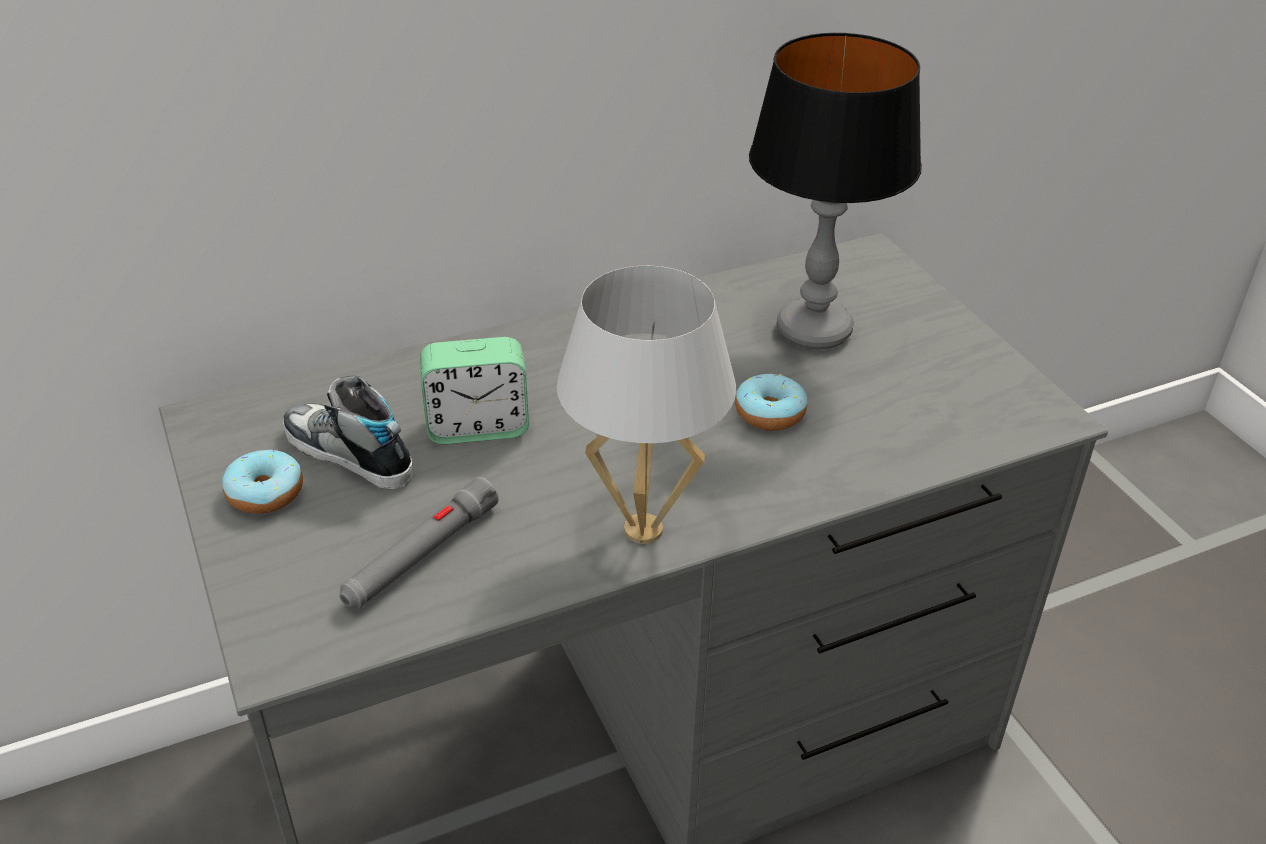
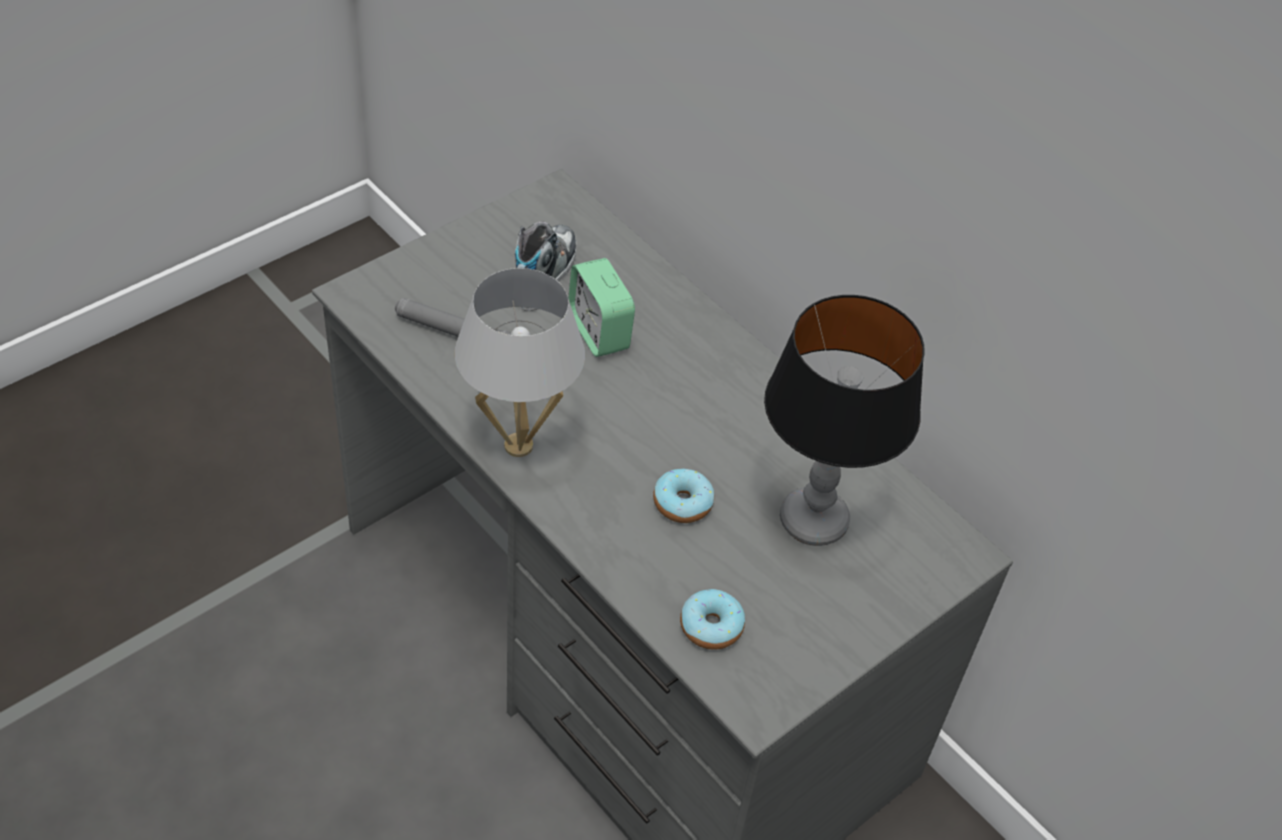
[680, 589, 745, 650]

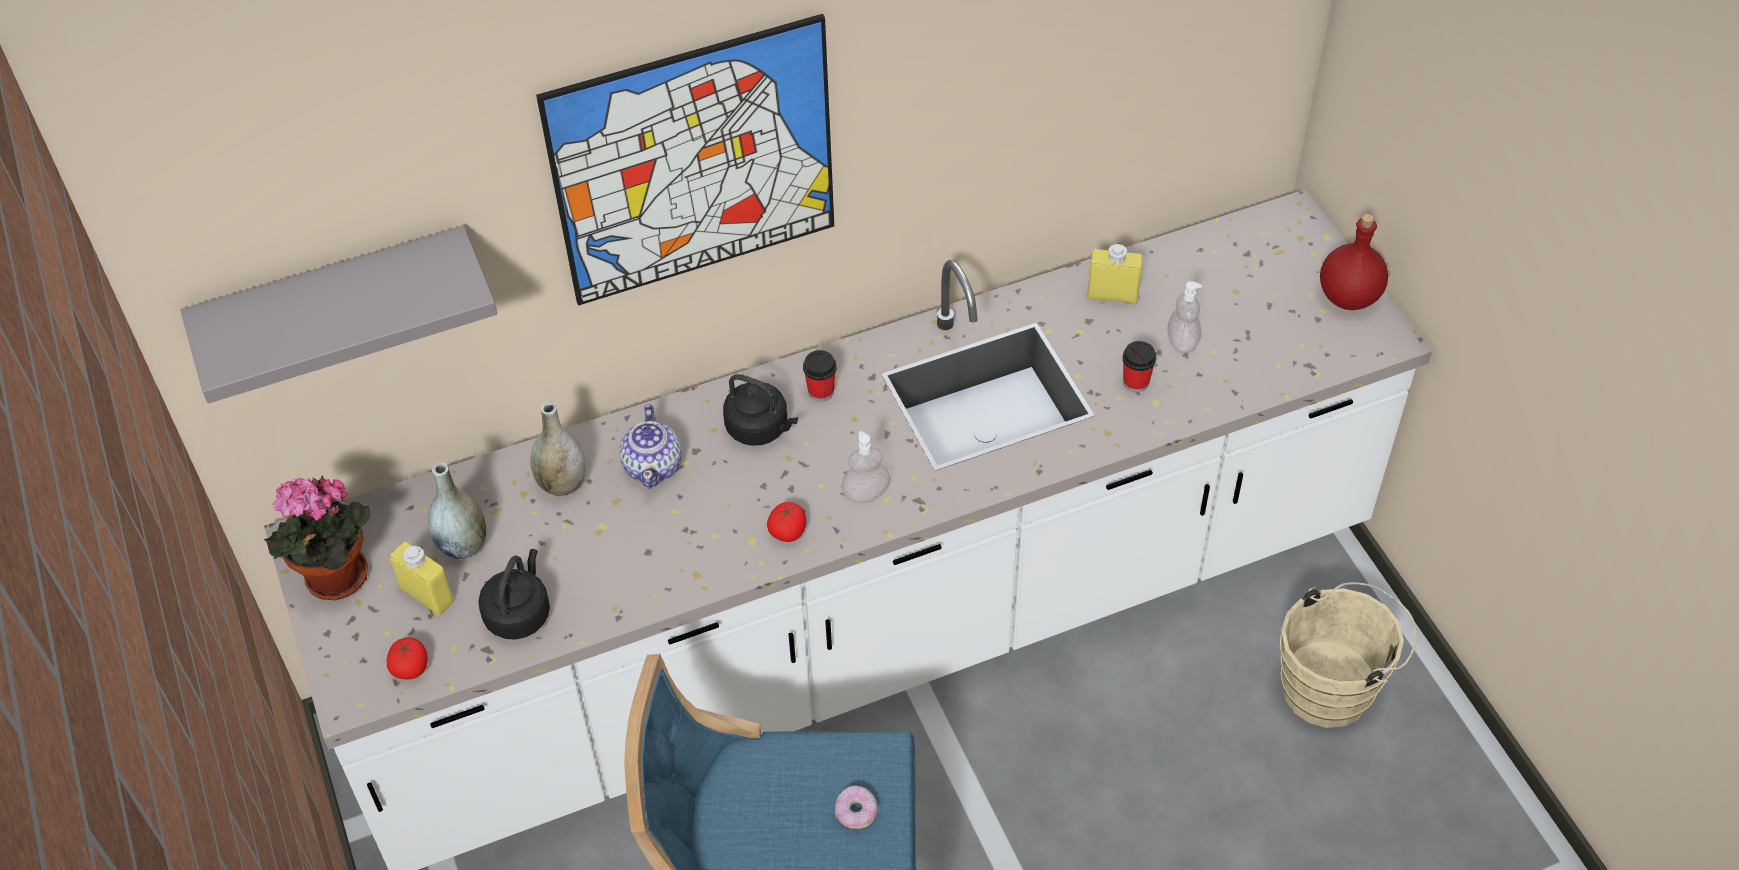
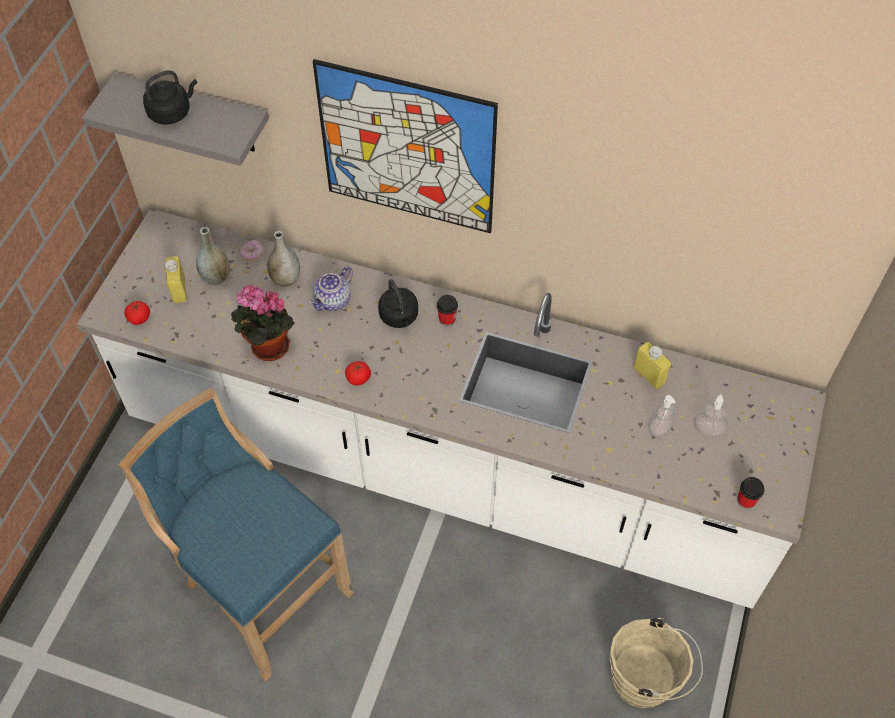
[231, 284, 294, 361]
[143, 70, 197, 125]
[240, 240, 263, 262]
[694, 394, 727, 436]
[737, 477, 764, 509]
[1320, 214, 1388, 310] (first image)

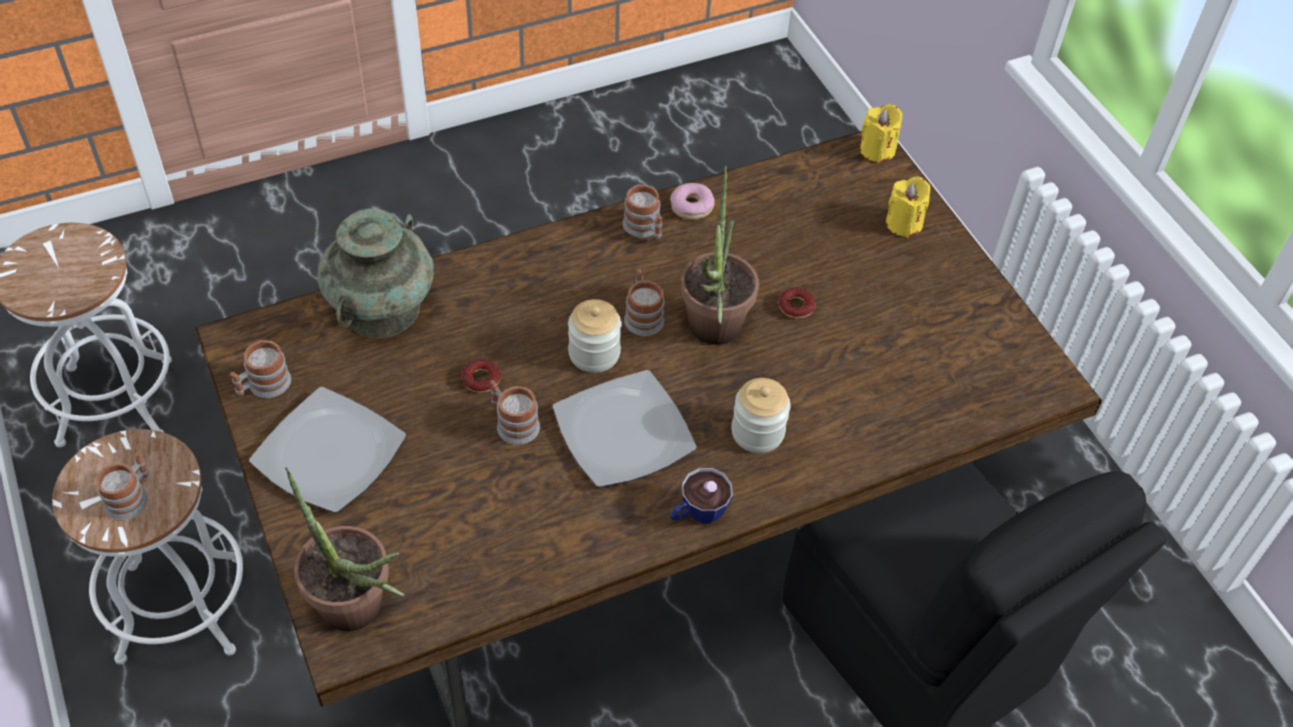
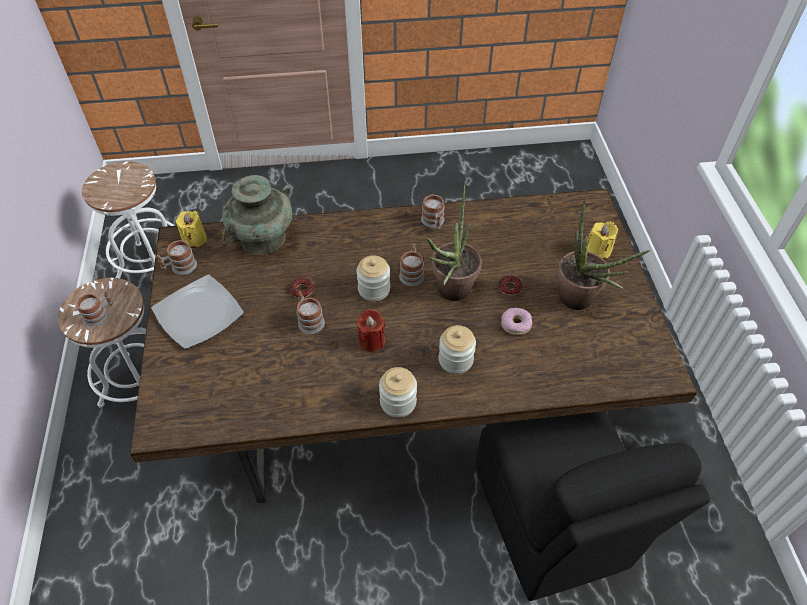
[557, 199, 650, 310]
[357, 309, 385, 352]
[501, 307, 532, 335]
[379, 367, 417, 418]
[176, 211, 207, 248]

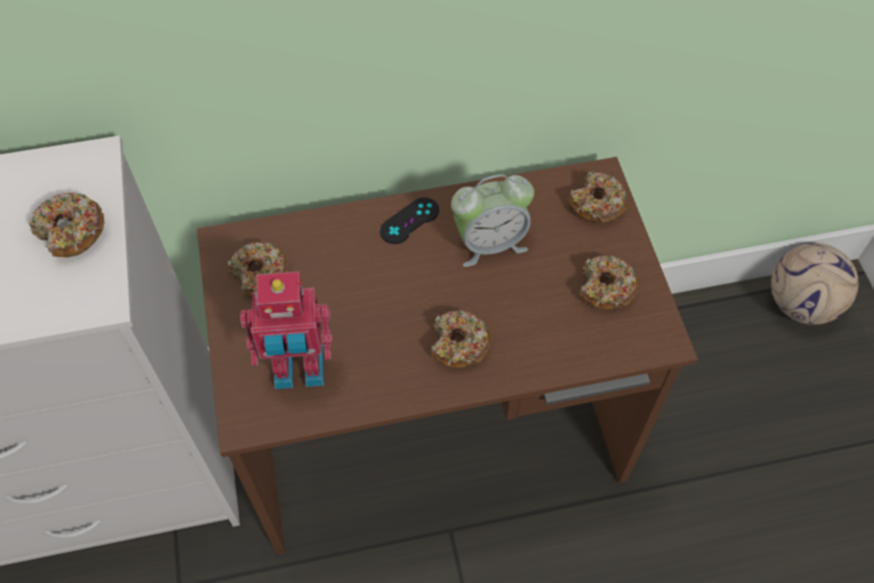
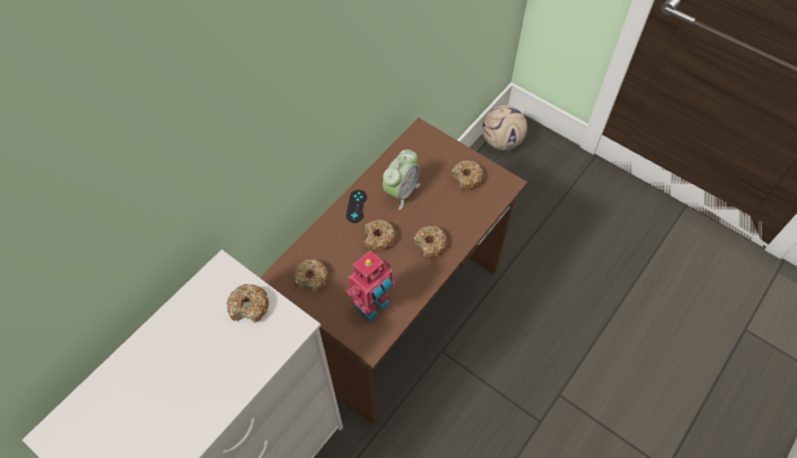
[364, 220, 396, 250]

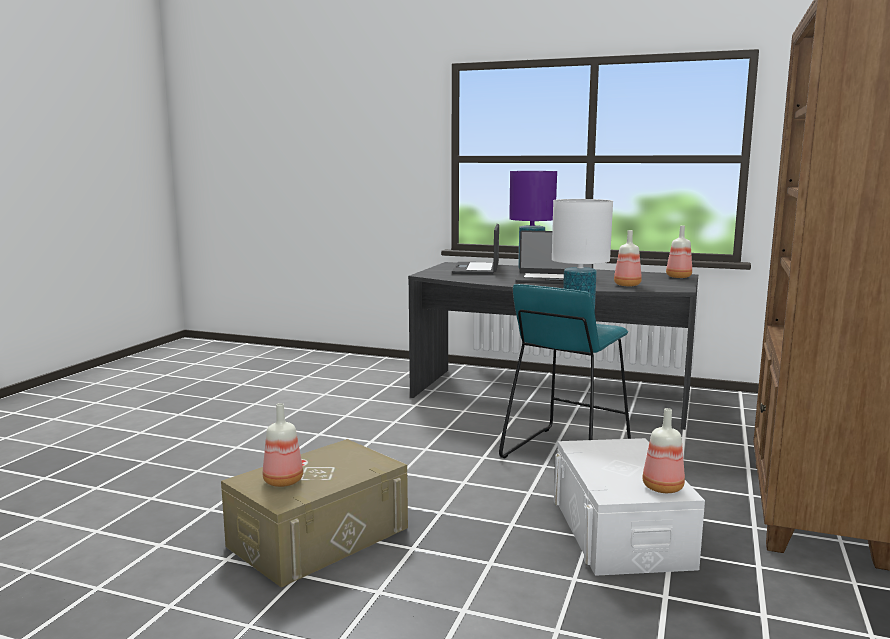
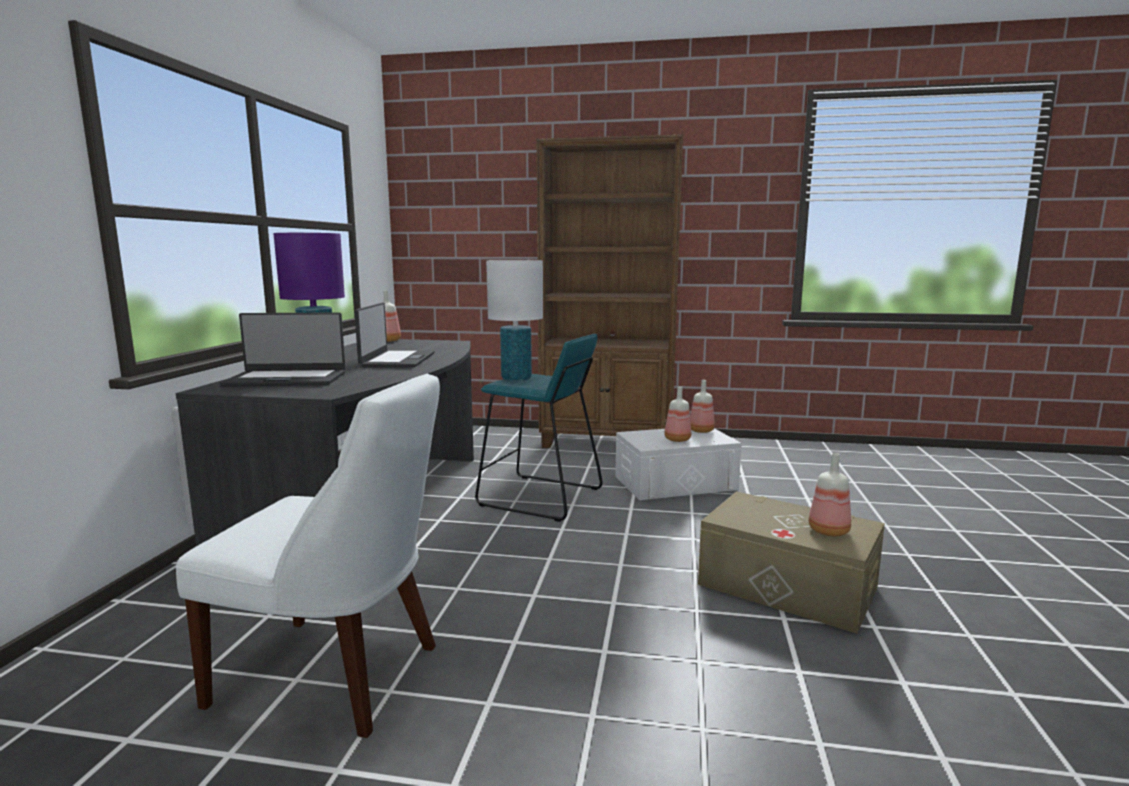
[664, 386, 691, 442]
[176, 374, 440, 738]

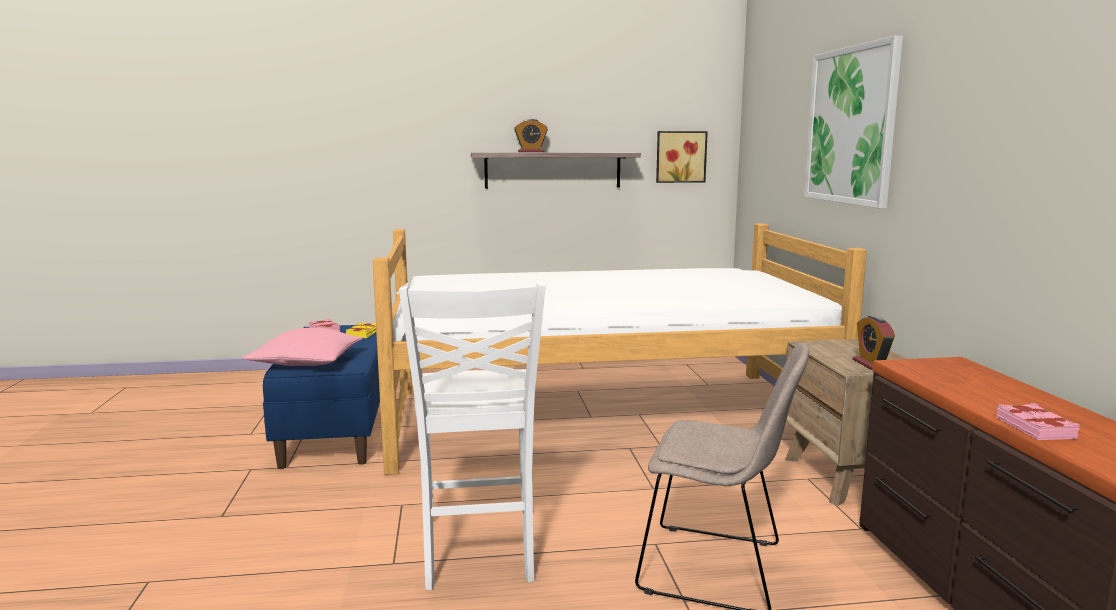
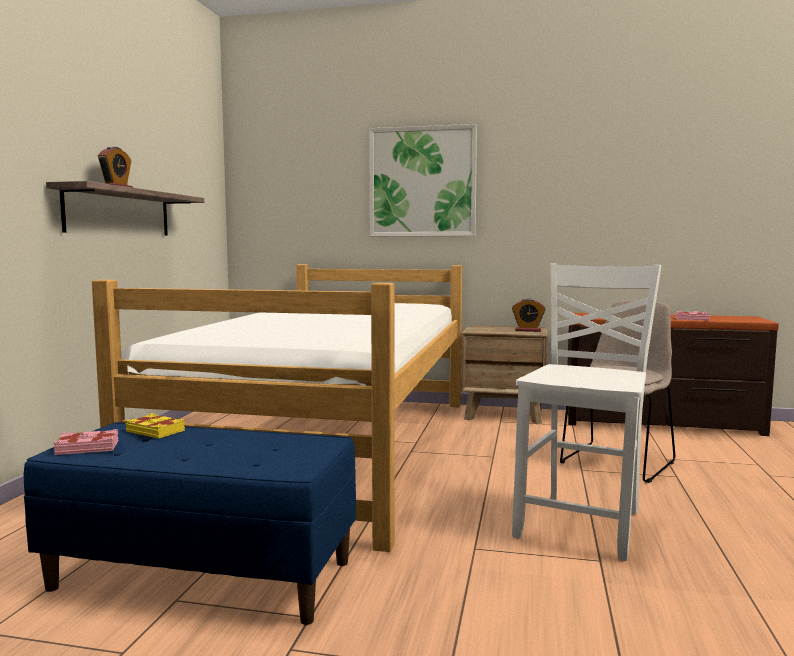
[242, 328, 363, 366] (first image)
[512, 263, 661, 561]
[656, 131, 708, 183] (first image)

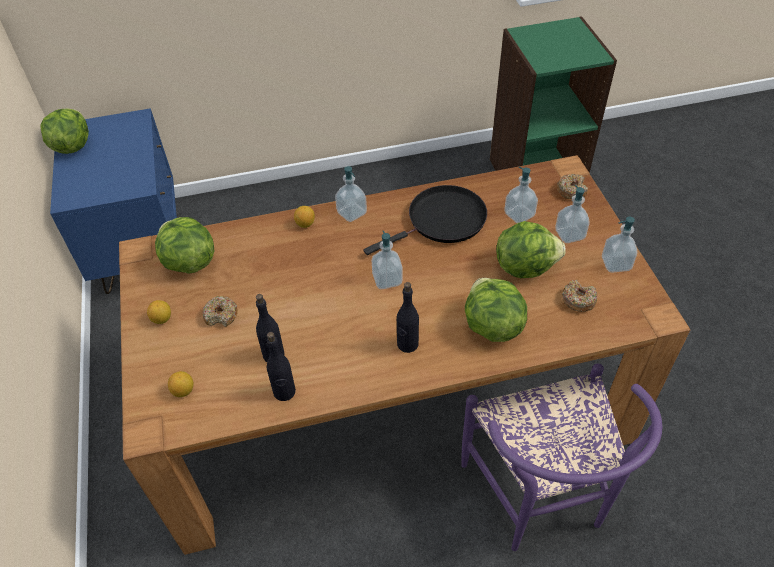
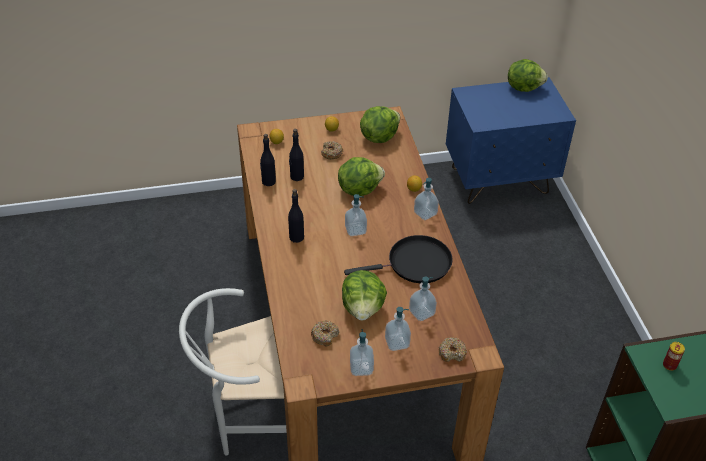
[344, 235, 453, 283]
[179, 288, 287, 456]
[338, 157, 385, 196]
[663, 342, 685, 371]

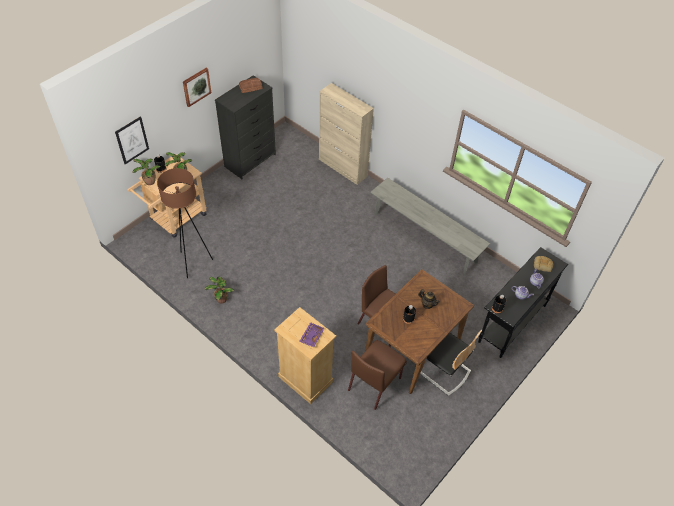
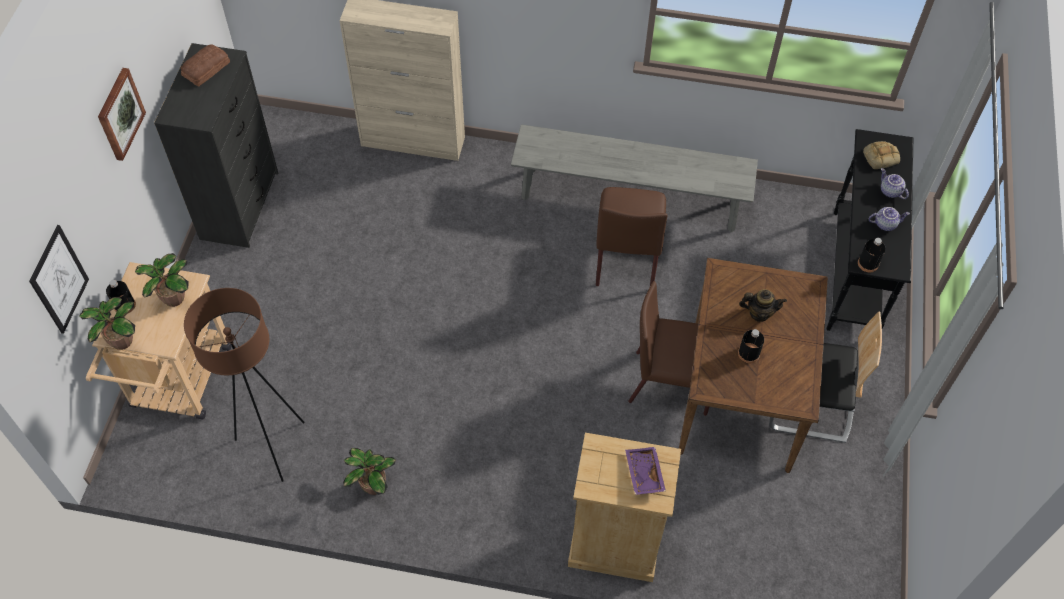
[596, 187, 668, 286]

